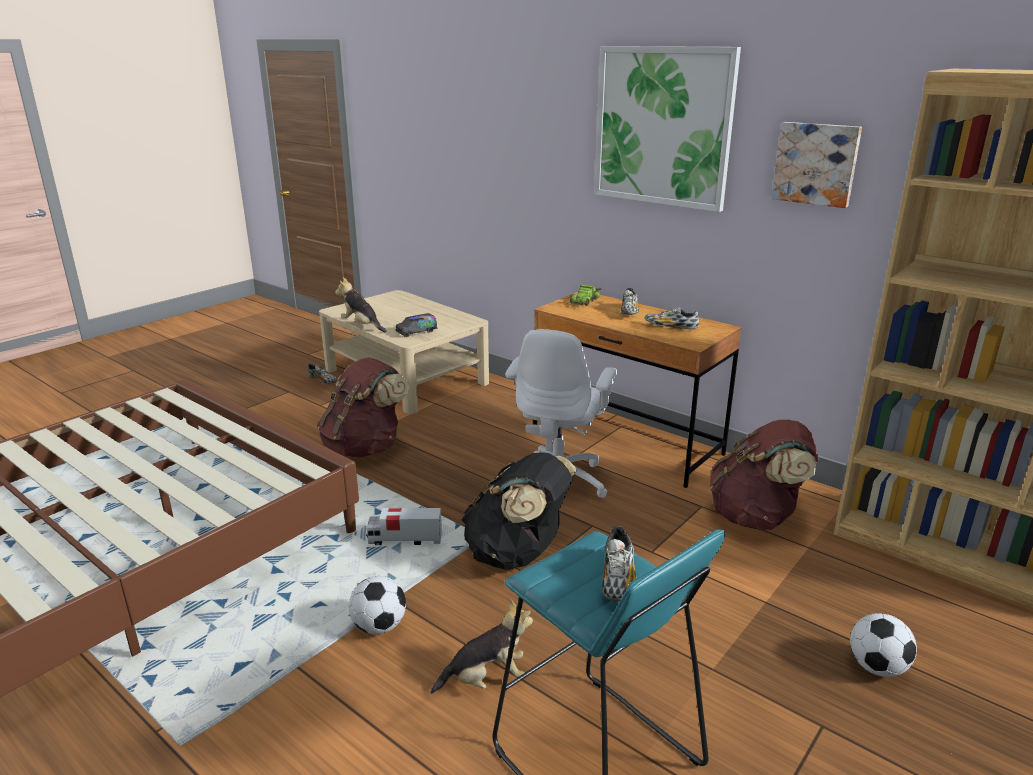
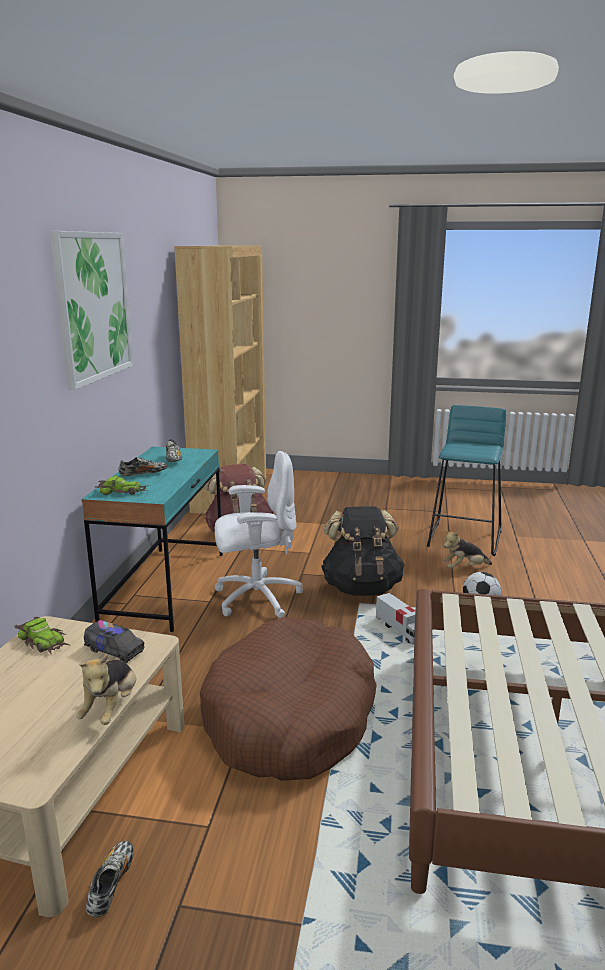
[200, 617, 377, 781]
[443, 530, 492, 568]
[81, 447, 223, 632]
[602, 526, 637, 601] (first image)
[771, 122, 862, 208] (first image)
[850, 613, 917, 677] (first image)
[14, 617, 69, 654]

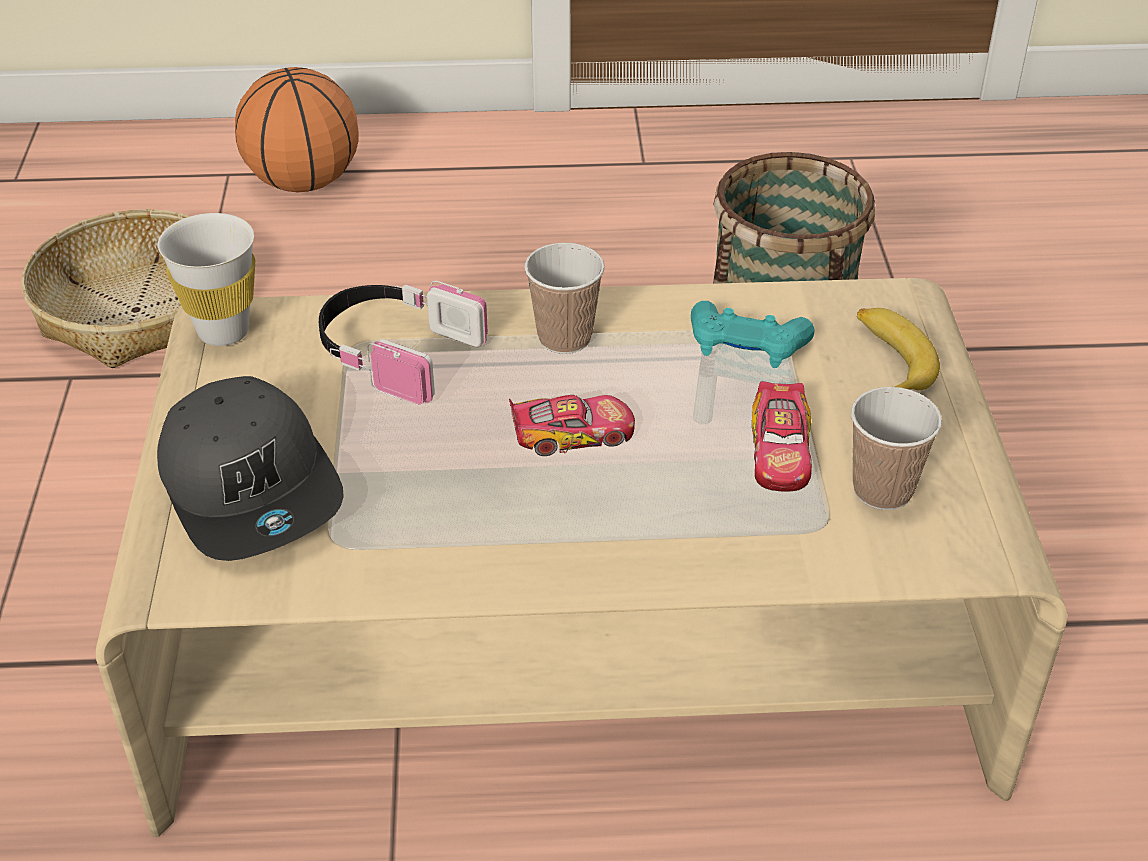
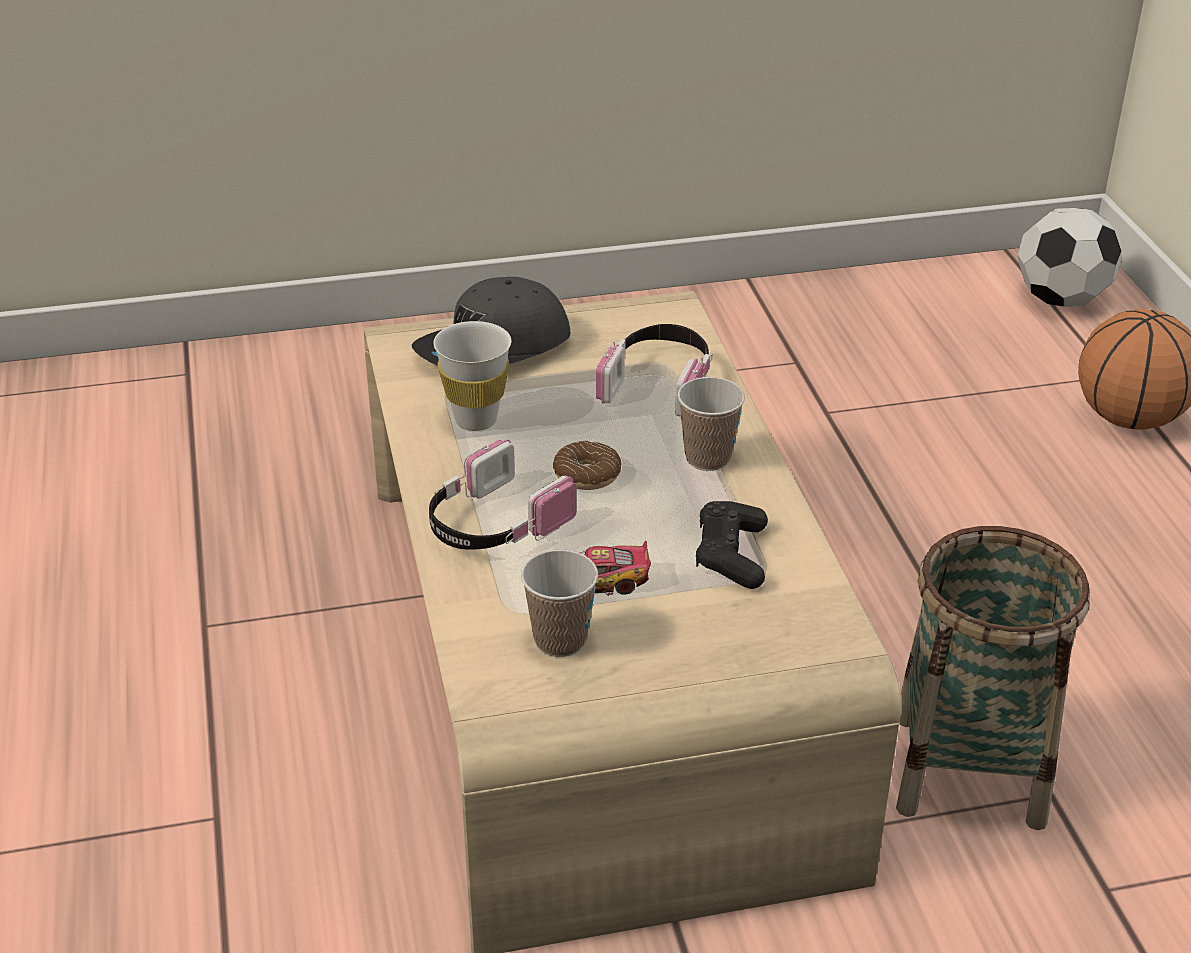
[21, 209, 190, 368] (first image)
[434, 321, 511, 431]
[553, 441, 622, 490]
[696, 501, 768, 589]
[857, 308, 940, 390] (first image)
[429, 440, 577, 550]
[1018, 208, 1122, 307]

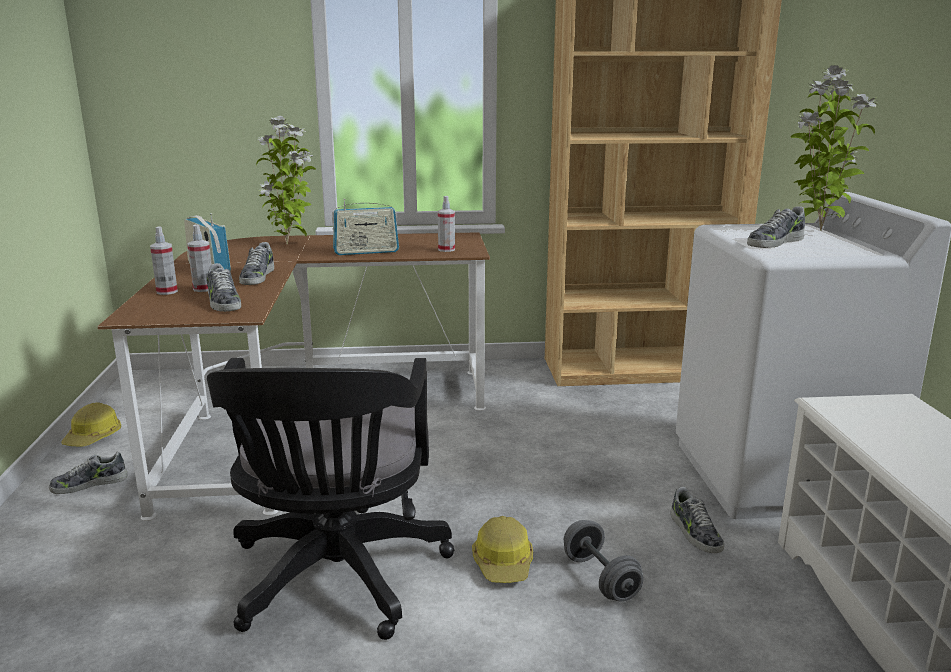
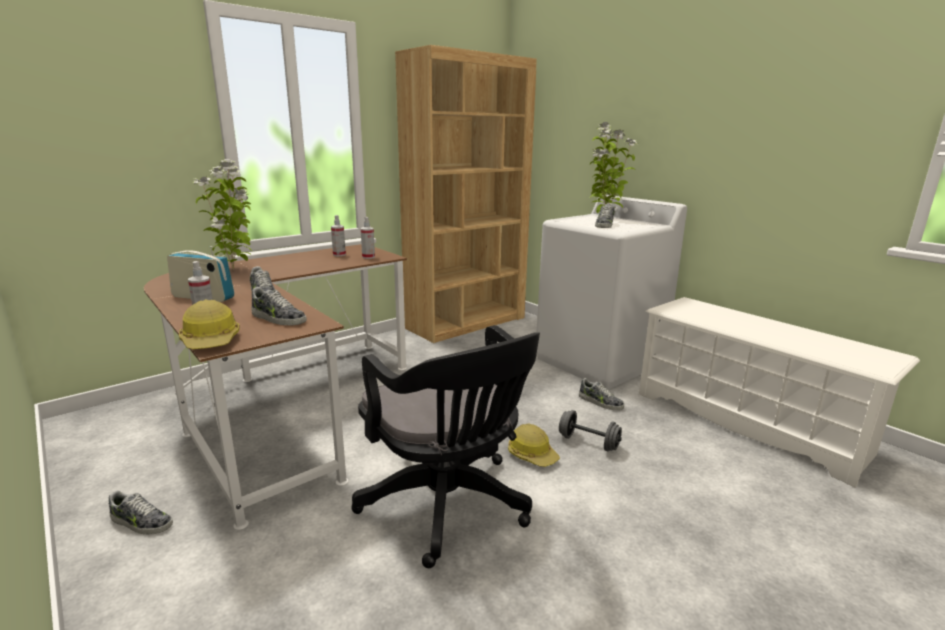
[109, 490, 173, 535]
[179, 299, 240, 349]
[331, 215, 346, 256]
[332, 199, 399, 255] (first image)

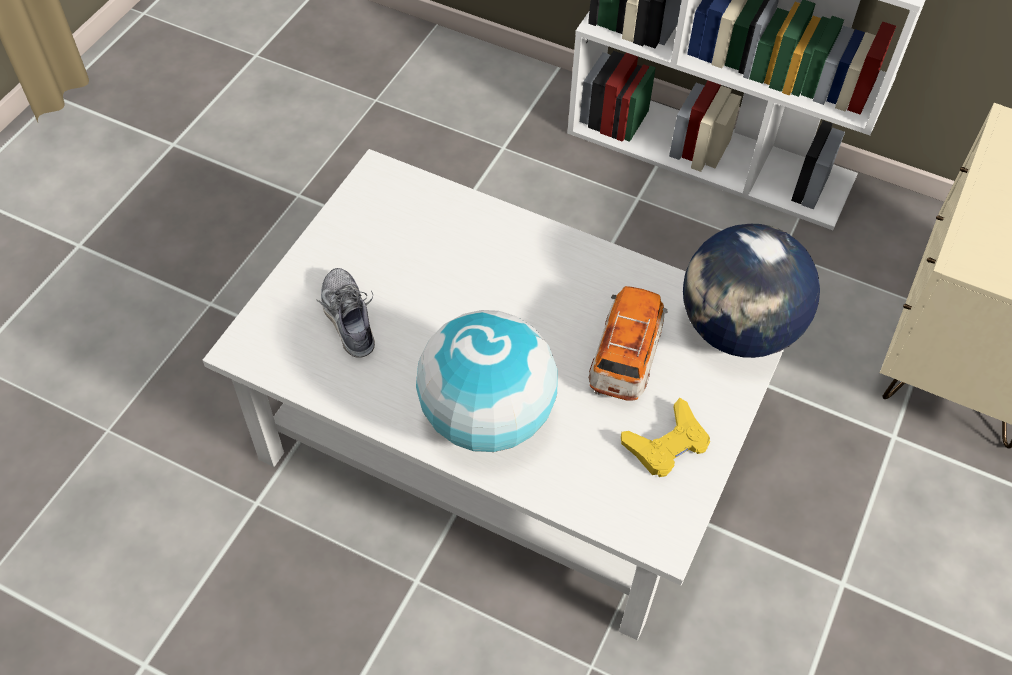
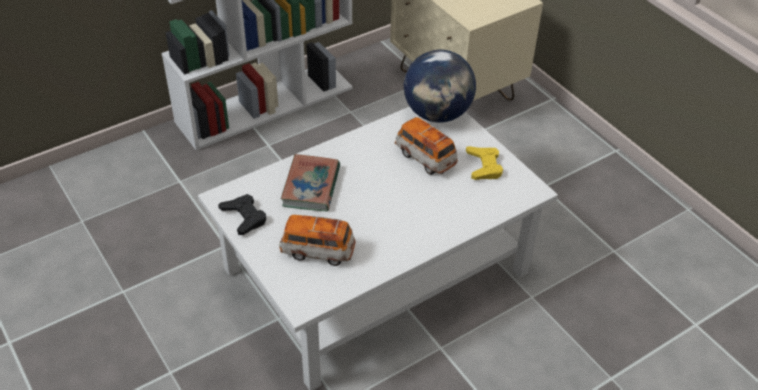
[279, 215, 355, 266]
[416, 310, 558, 452] (first image)
[218, 194, 266, 235]
[281, 154, 340, 211]

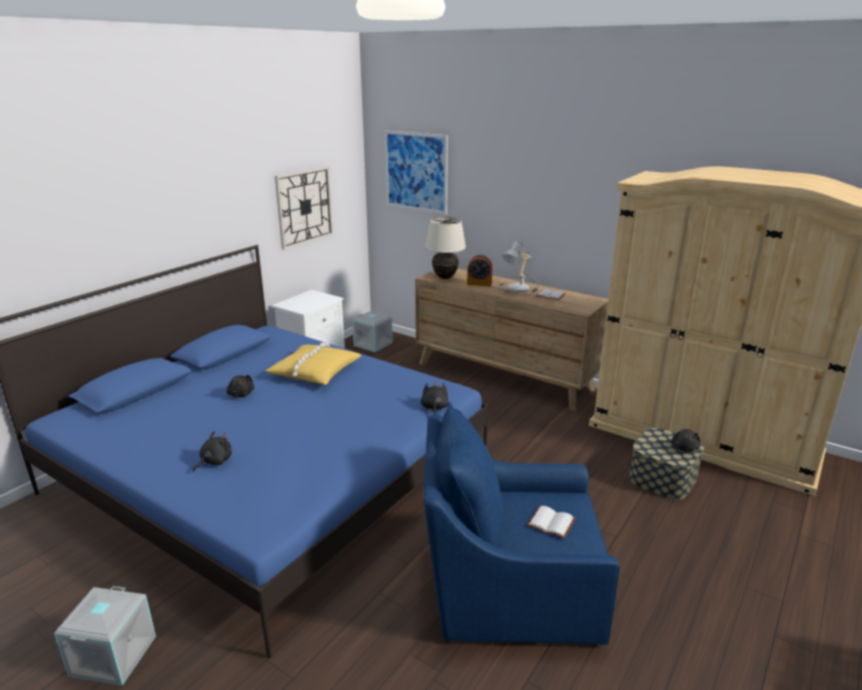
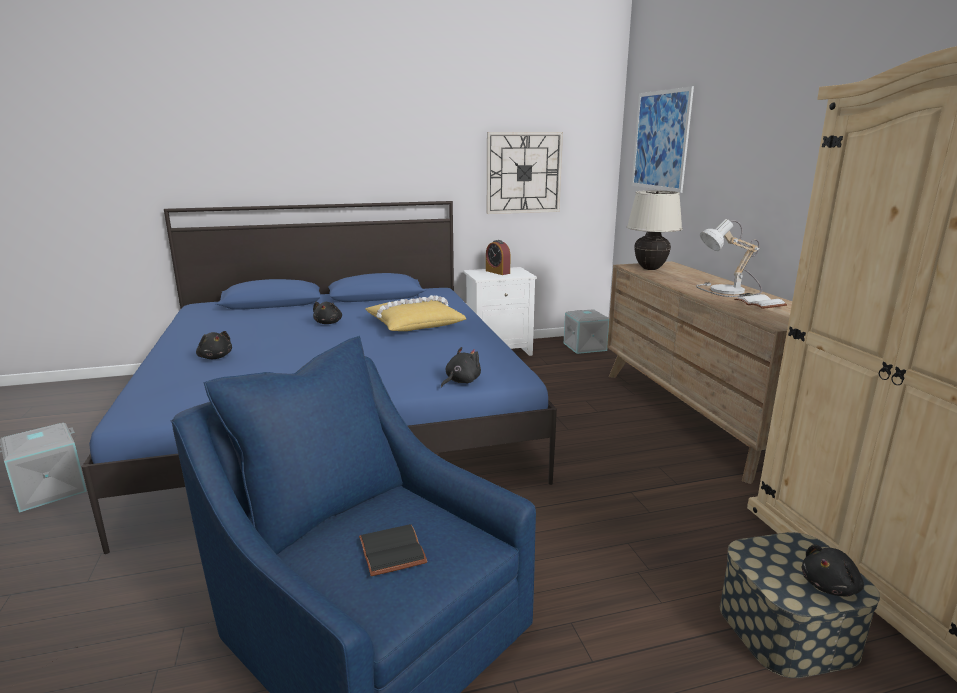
[196, 331, 232, 359]
[486, 240, 510, 275]
[359, 524, 428, 576]

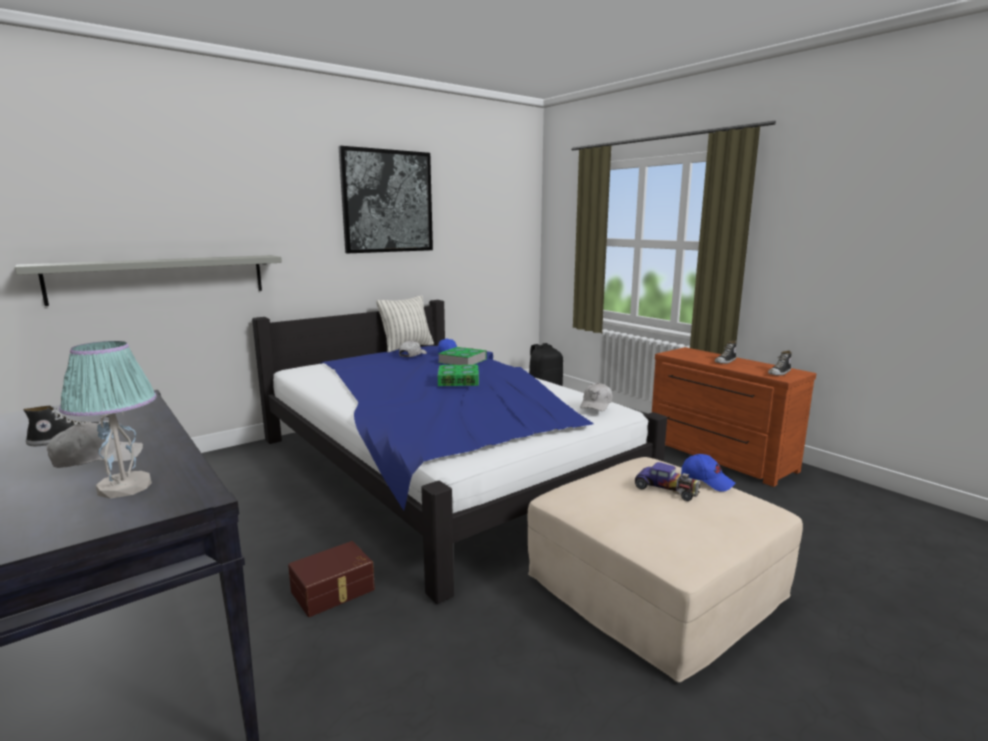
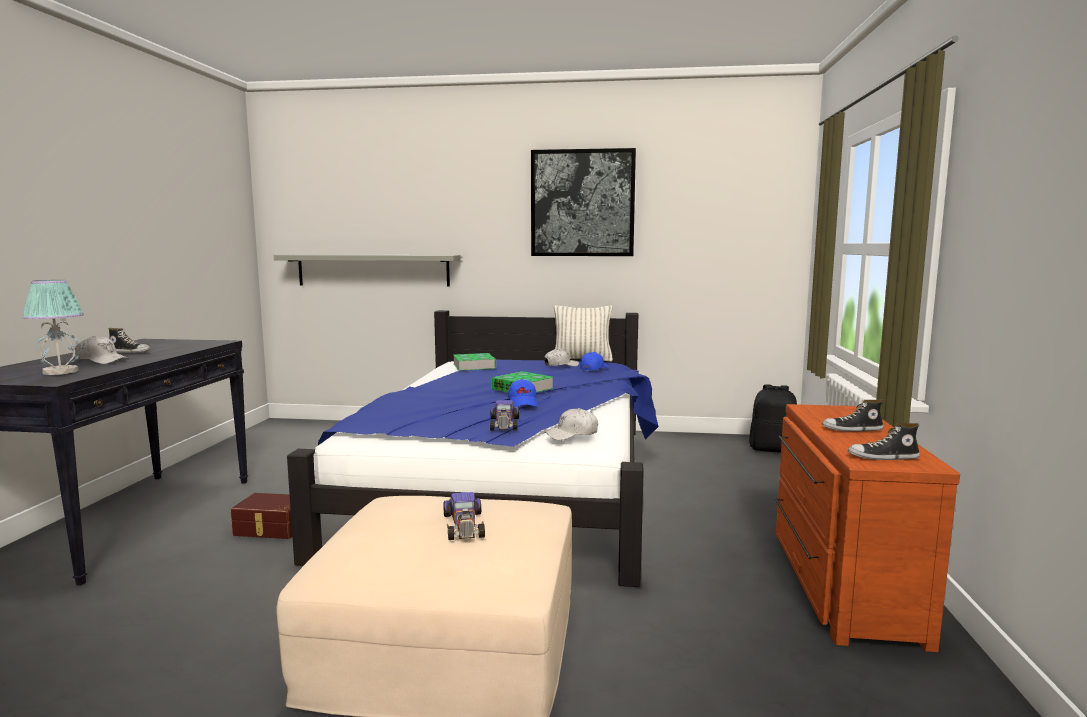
[453, 353, 496, 371]
[508, 379, 537, 407]
[490, 400, 519, 431]

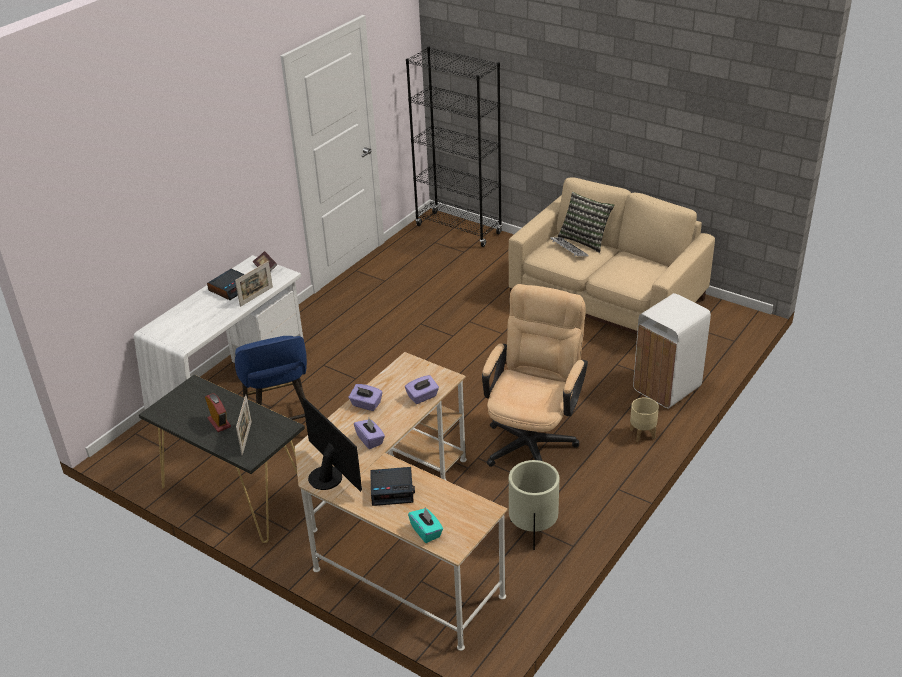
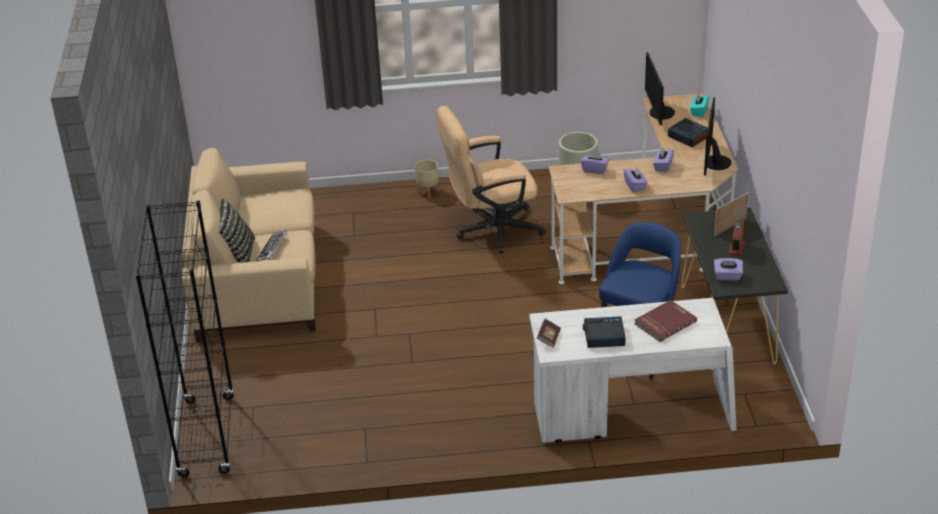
[235, 261, 273, 307] (first image)
[633, 293, 711, 409] (first image)
[635, 300, 697, 342]
[645, 52, 675, 126]
[714, 258, 743, 280]

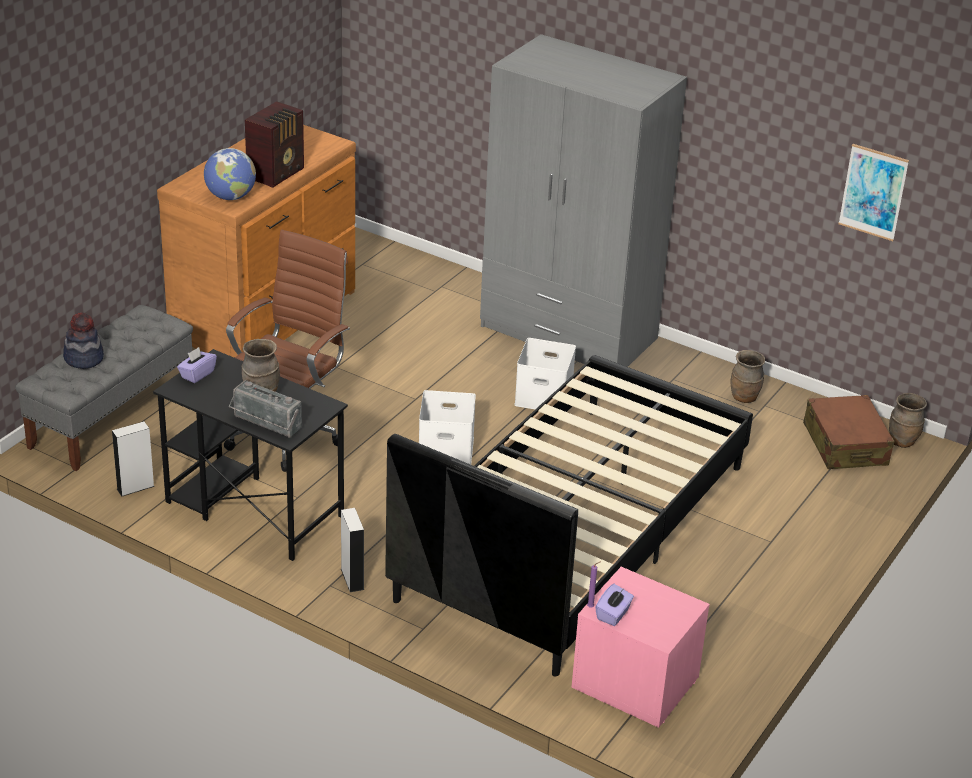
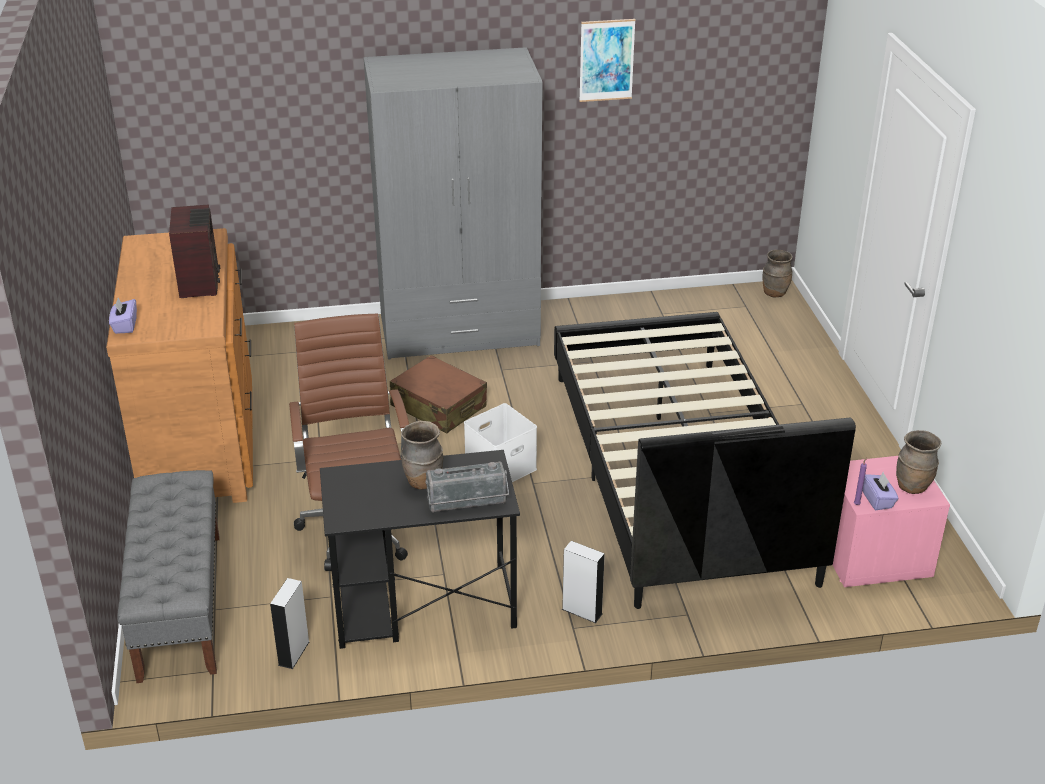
[63, 312, 104, 369] (first image)
[109, 298, 137, 334]
[204, 148, 256, 200] (first image)
[514, 338, 576, 409] (first image)
[896, 430, 941, 494]
[390, 355, 487, 434]
[579, 19, 636, 102]

